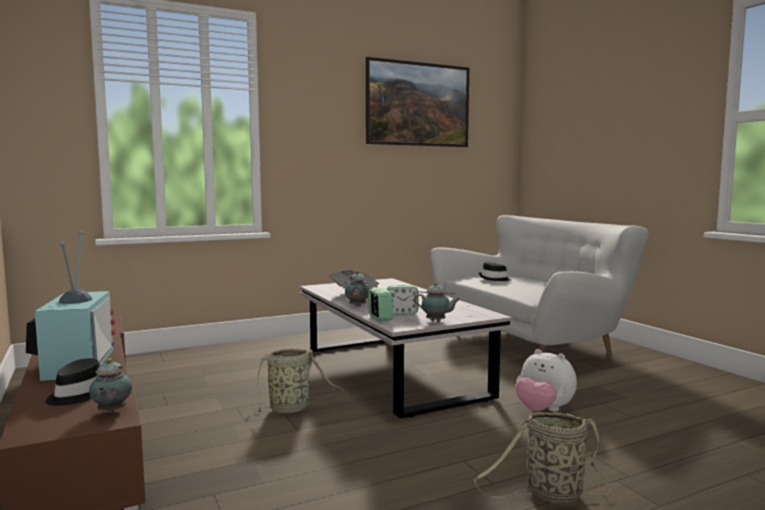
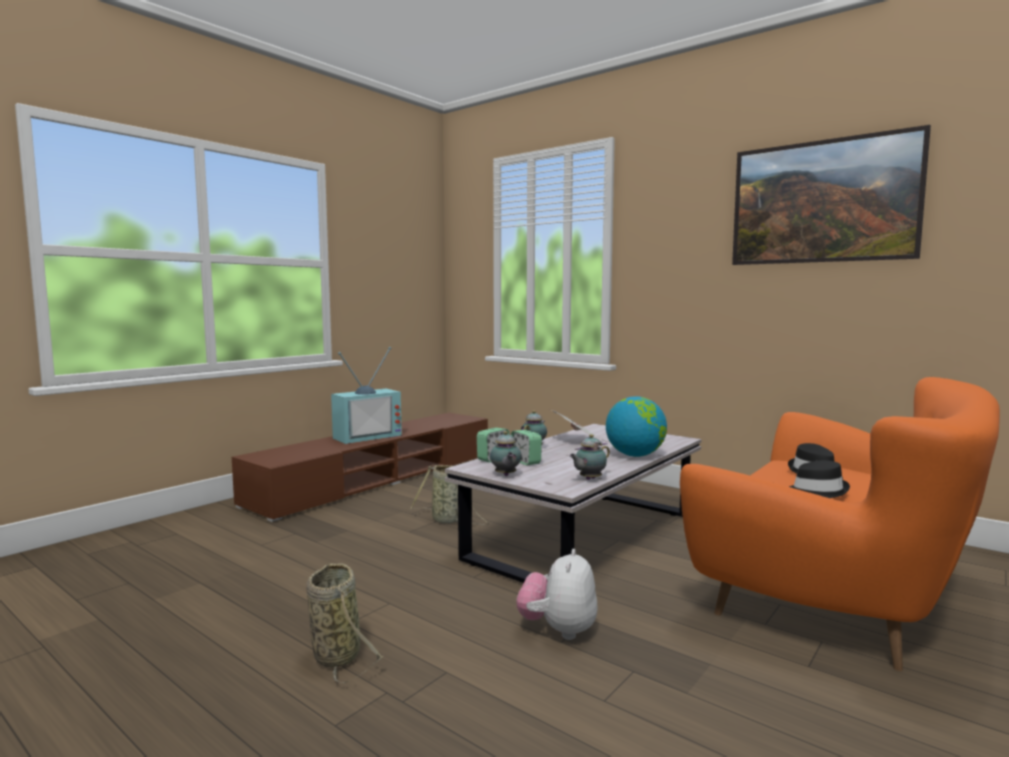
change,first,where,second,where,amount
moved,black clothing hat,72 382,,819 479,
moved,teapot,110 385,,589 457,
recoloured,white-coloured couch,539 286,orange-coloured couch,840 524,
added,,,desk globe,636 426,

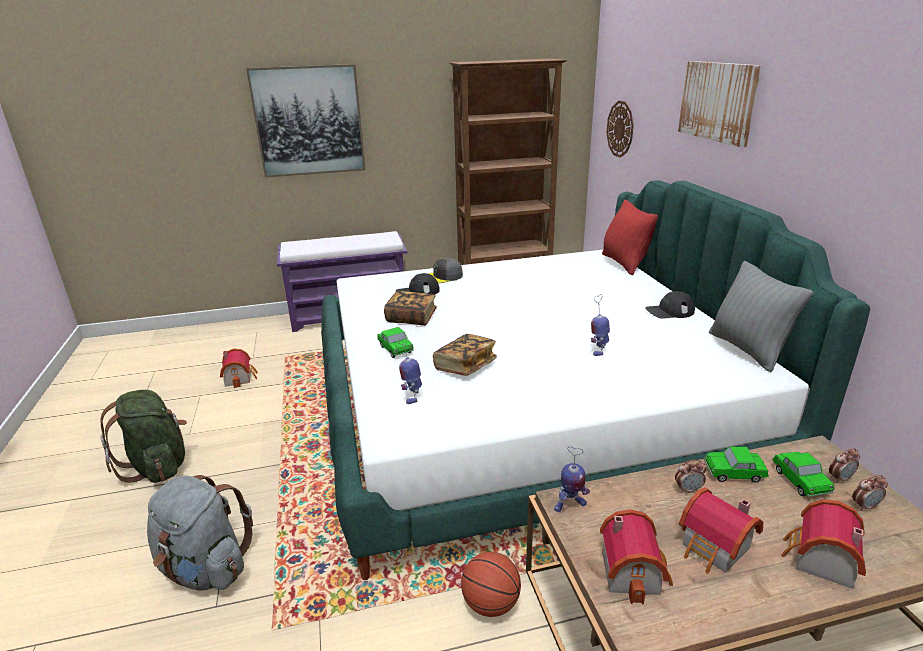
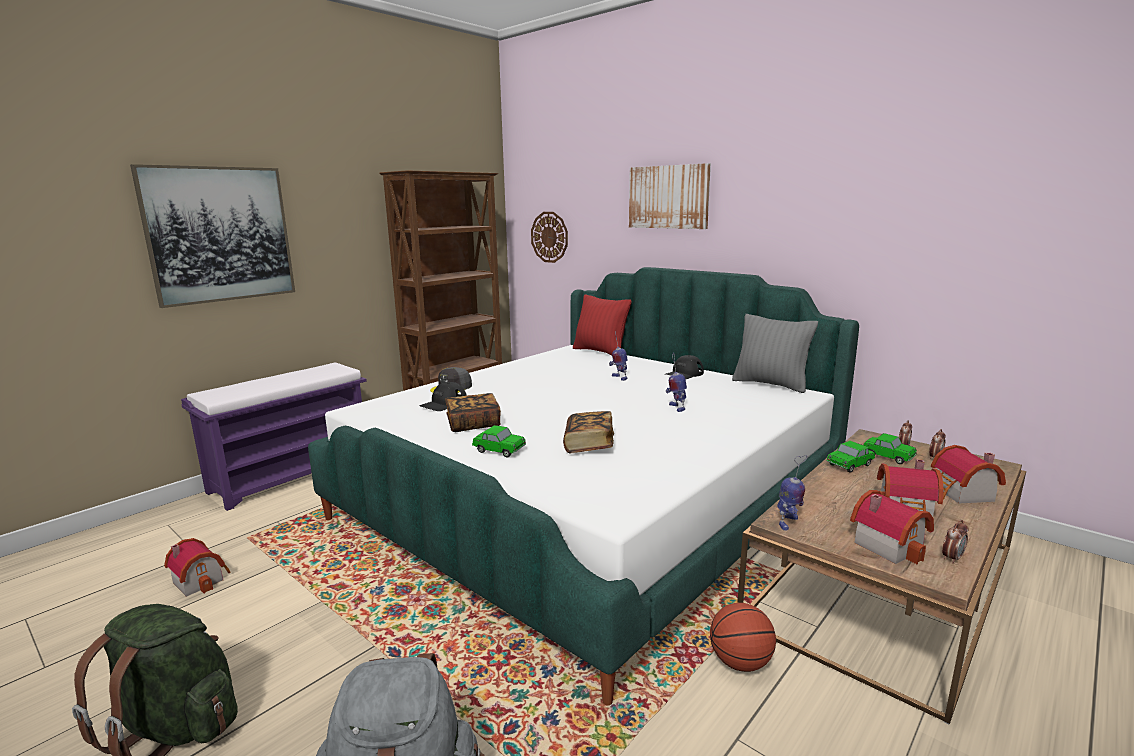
change,first,where,second,where,amount
moved,toy robot,410 369,,618 356,
moved,bedside clock,691 476,,955 542,

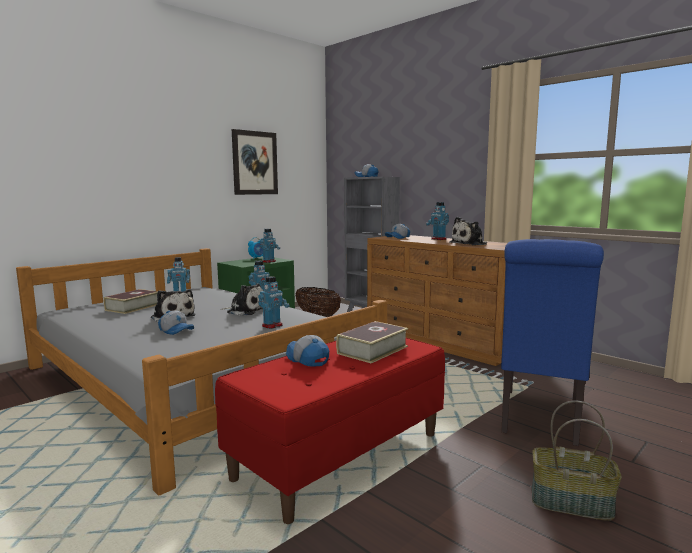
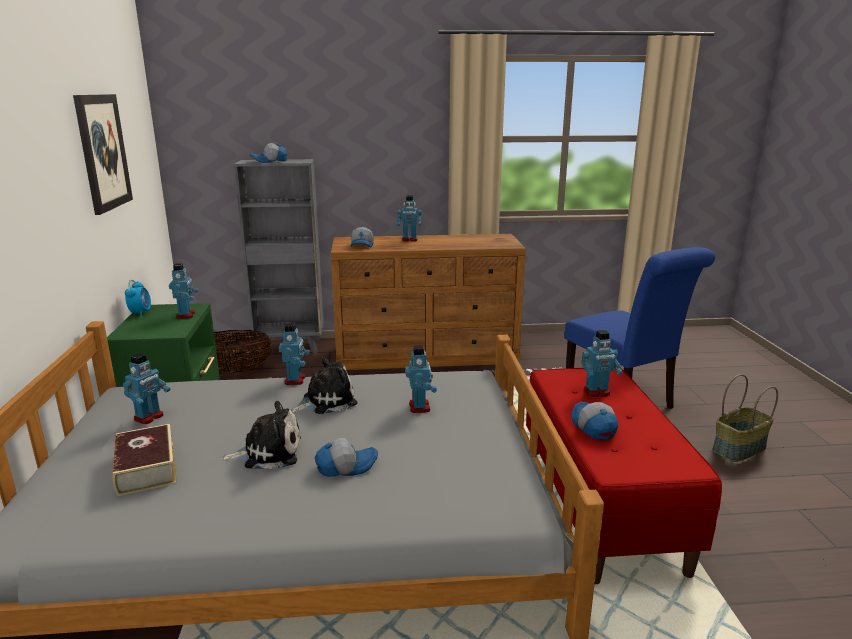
change,first,where,second,where,amount
turned,cap,307 351,,594 421,75 degrees clockwise
replaced,volume,372 342,toy robot,602 363,
removed,soft toy,468 231,,,

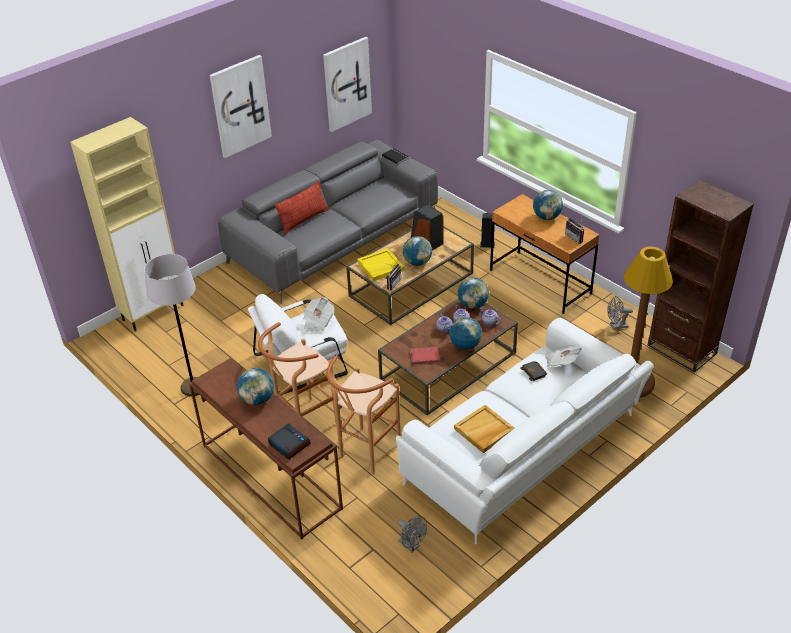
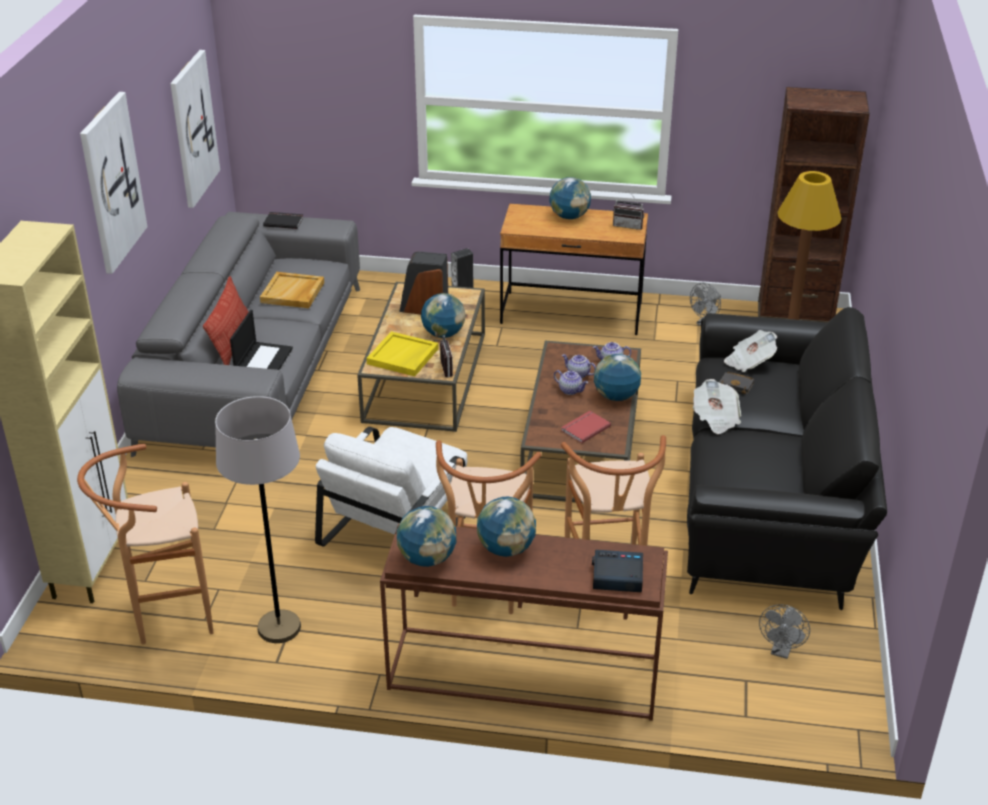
change,first,where,second,where,amount
moved,printed paper,319 314,,717 406,
recoloured,white-coloured couch,524 431,black couch,787 458,
turned,grey electric fan,412 534,,784 631,105 degrees clockwise
moved,beige carrying tray,484 429,,292 290,
moved,desk globe,473 293,,426 536,
added,,,brownish sitting stool,145 544,
added,,,portable computer,261 340,

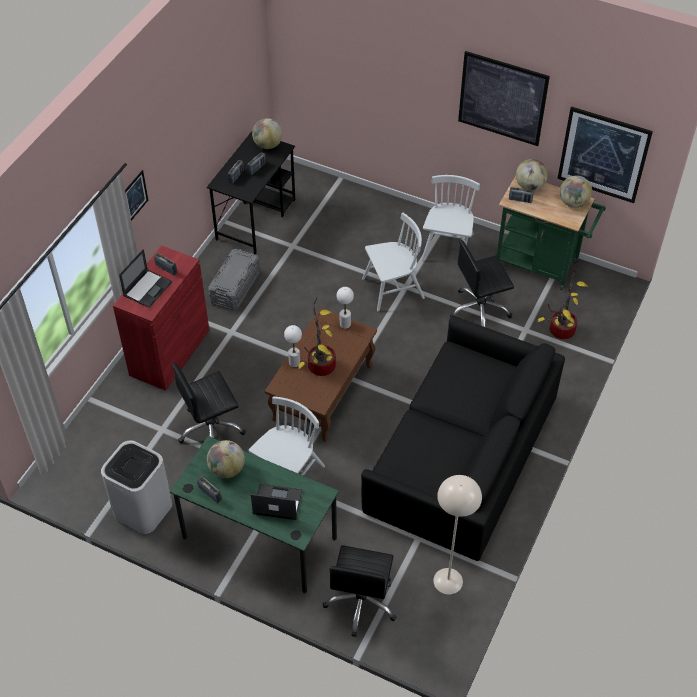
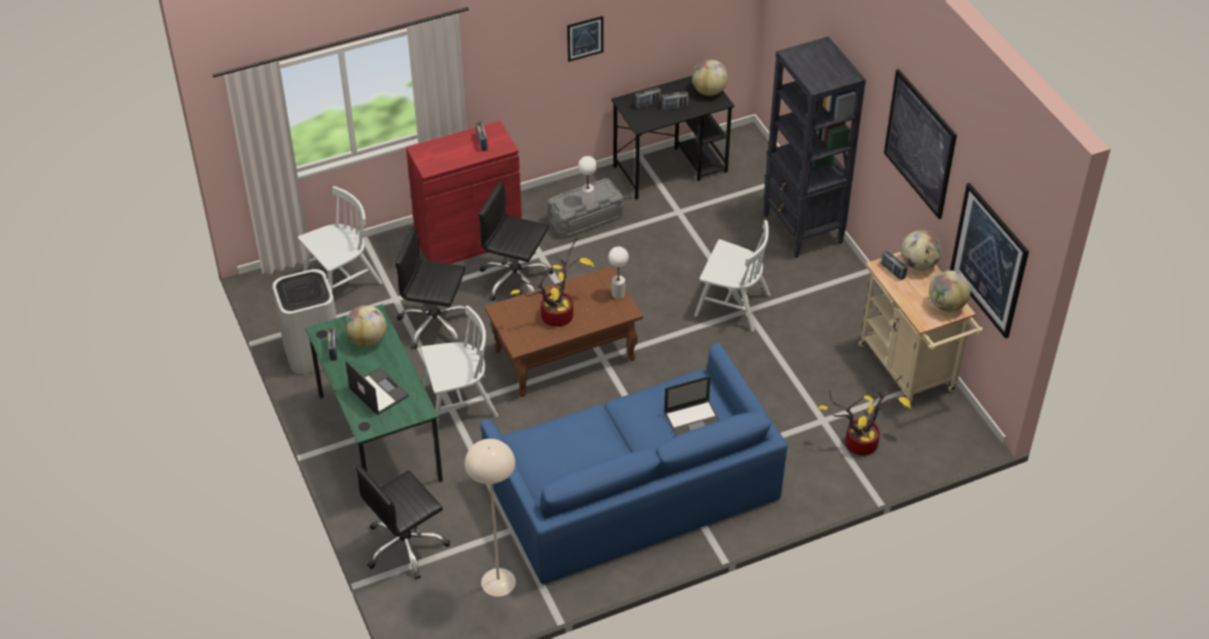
change,first,where,second,where,amount
moved,portable computer,145 278,,692 406,
moved,wall art,136 195,,585 39,
moved,white-coloured tabletop lamp,293 346,,587 181,
recoloured,black couch,463 438,bluish couch,634 463,
moved,white-coloured plain chair,450 218,,340 239,
moved,black computer chair,482 283,,516 240,
recoloured,green cart,551 233,beige cart,920 330,
added,,,black shelving unit,814 147,

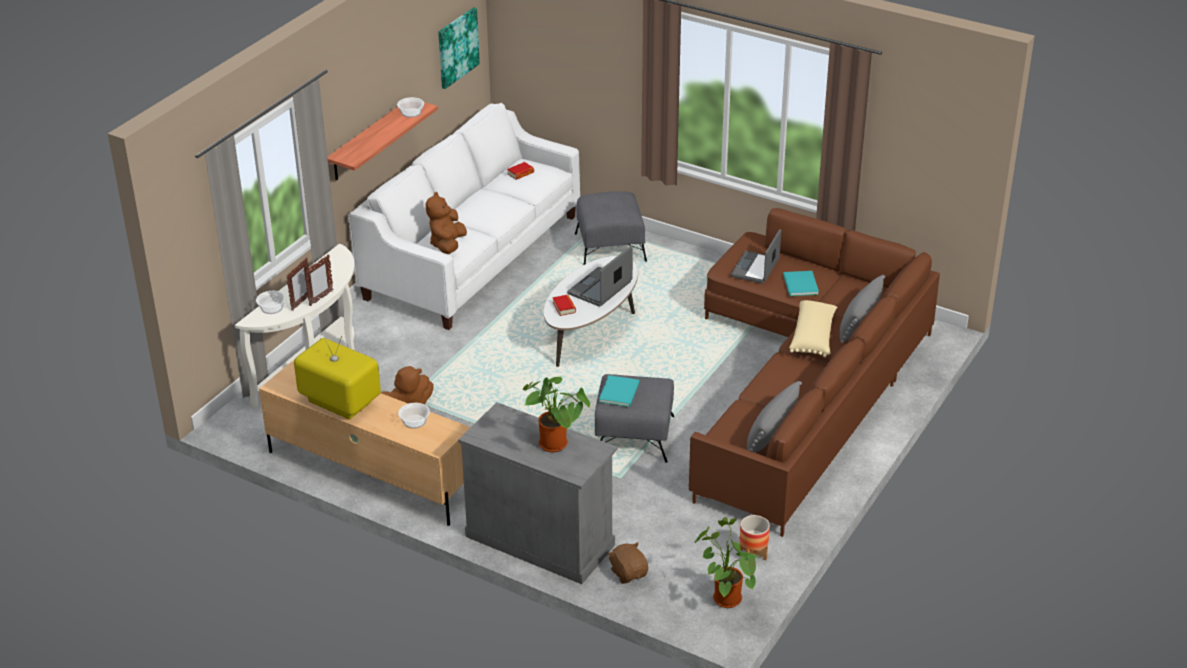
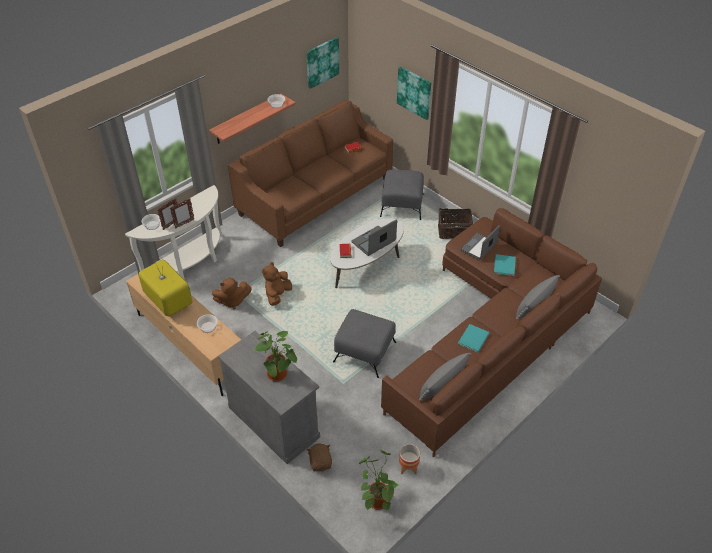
change,first,where,second,where,amount
recoloured,white-coloured couch,464 216,brownish couch,310 173,
moved,brownish soft toy,446 223,,277 284,
moved,turquoise-coloured volume,619 391,,473 338,
removed,beige pillow,813 328,,,
added,,,wall art,414 93,
added,,,household basket,455 222,

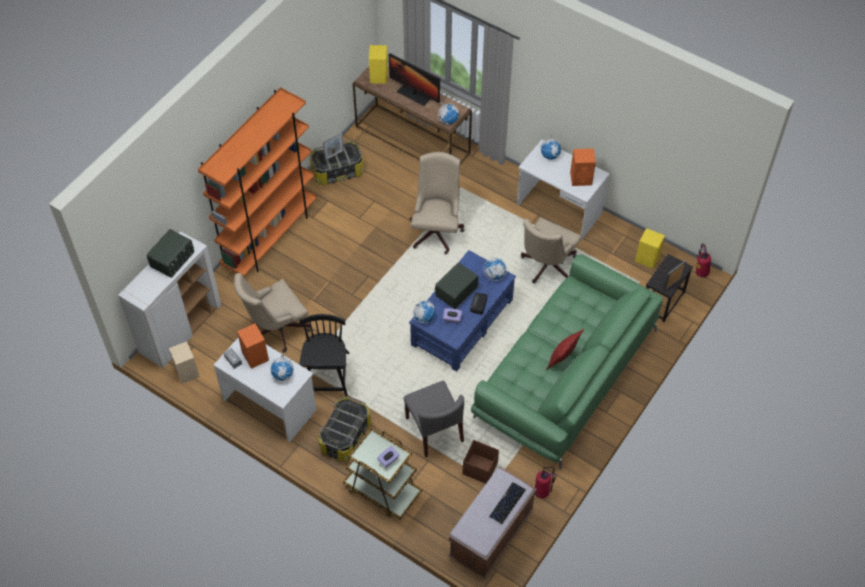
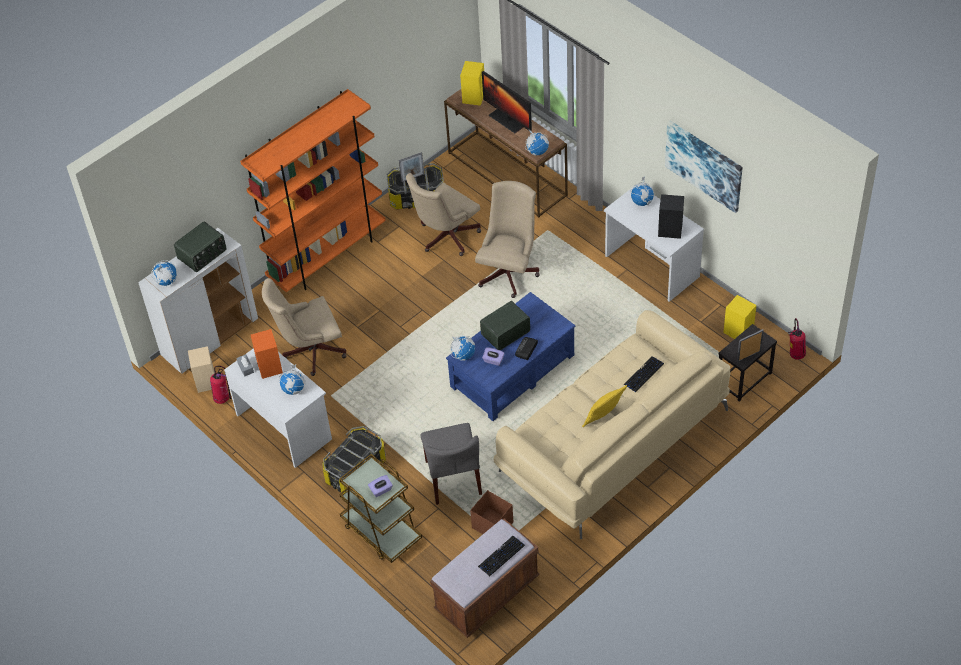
change,first,where,second,where,amount
removed,black plain chair,324 355,,,
recoloured,green couch,567 362,beige couch,612 424,
moved,desk globe,495 269,,164 273,
moved,beige computer chair,551 250,,443 214,
moved,fire extinguisher,546 482,,220 385,
recoloured,reddish pillow,565 349,yellowish pillow,604 406,
recoloured,orange-coloured audio speaker,583 167,black audio speaker,671 216,
added,,,keyboard,643 374,
added,,,wall art,704 166,

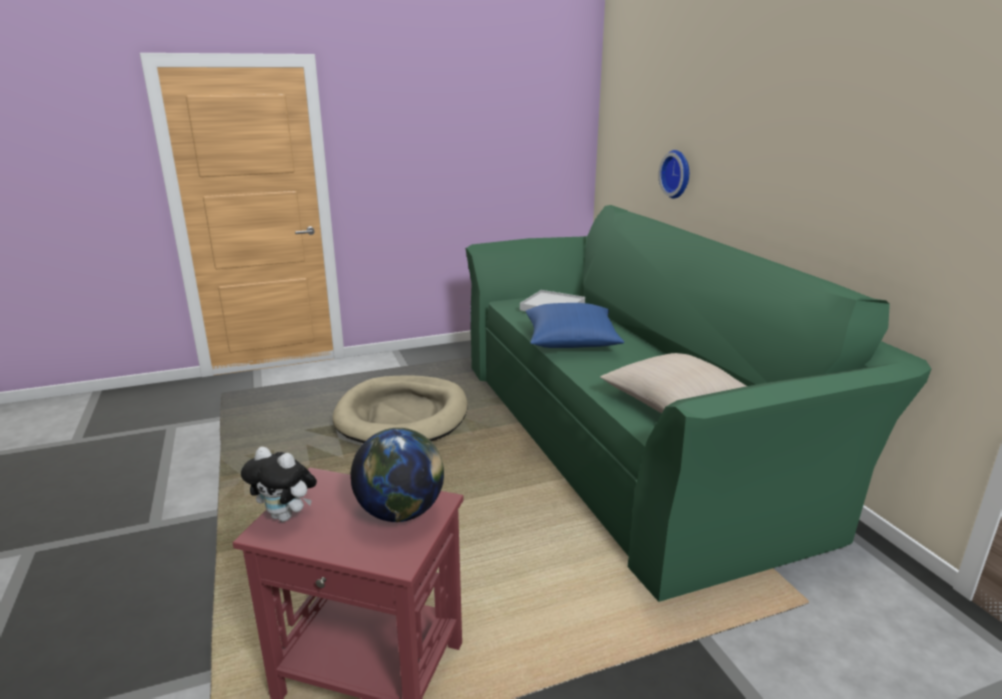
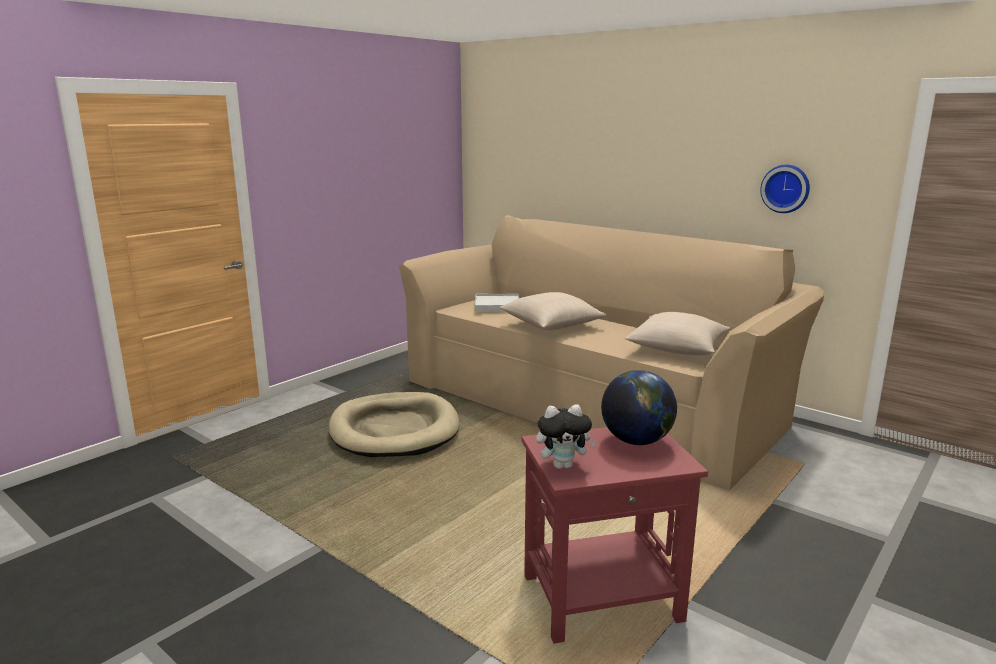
change,first,where,second,where,amount
recoloured,green couch,698 403,beige couch,611 353,
recoloured,bluish pillow,575 325,beige pillow,553 311,
moved,clock on the wall,673 174,,785 189,

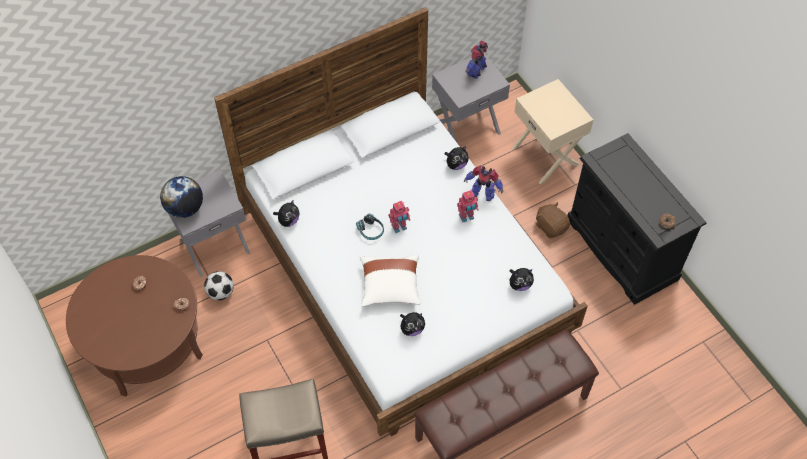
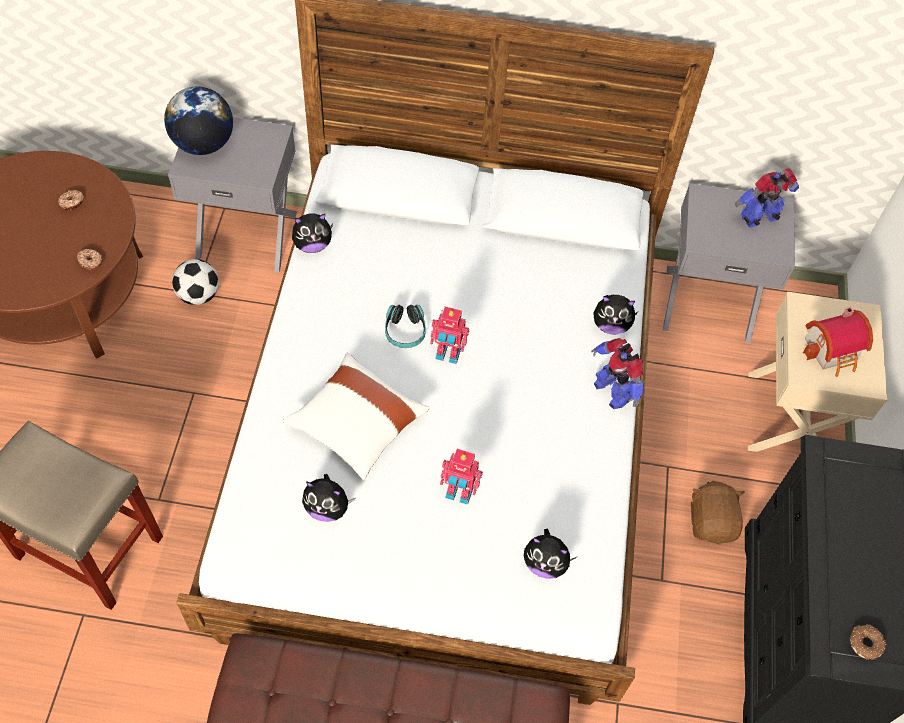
change,first,where,second,where,amount
moved,toy robot,467 206,,461 477,
added,,,toy house,838 342,

